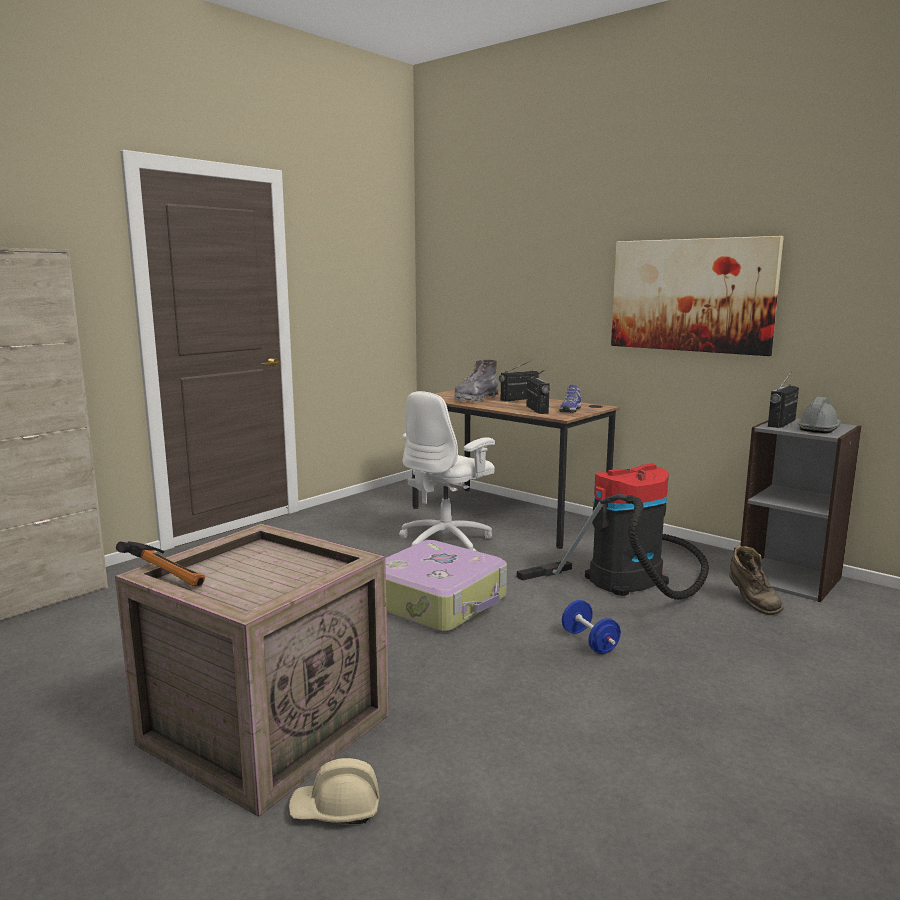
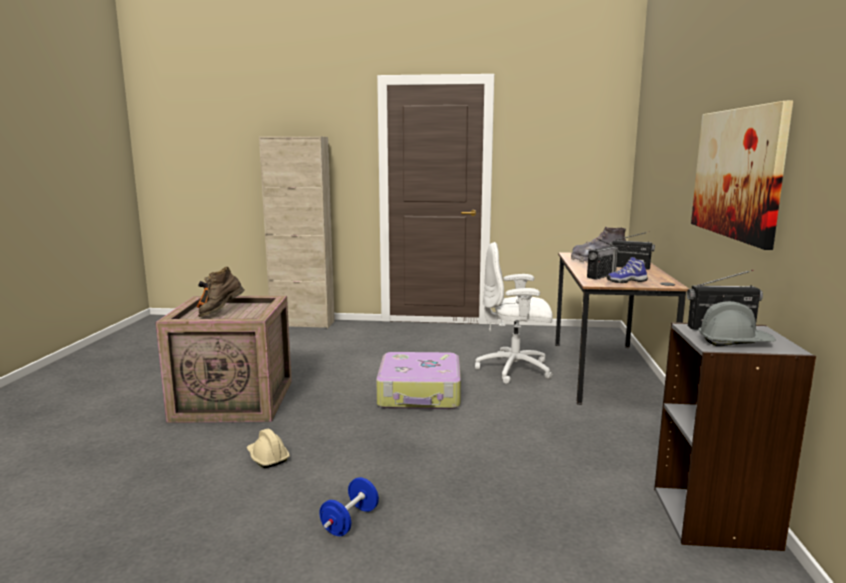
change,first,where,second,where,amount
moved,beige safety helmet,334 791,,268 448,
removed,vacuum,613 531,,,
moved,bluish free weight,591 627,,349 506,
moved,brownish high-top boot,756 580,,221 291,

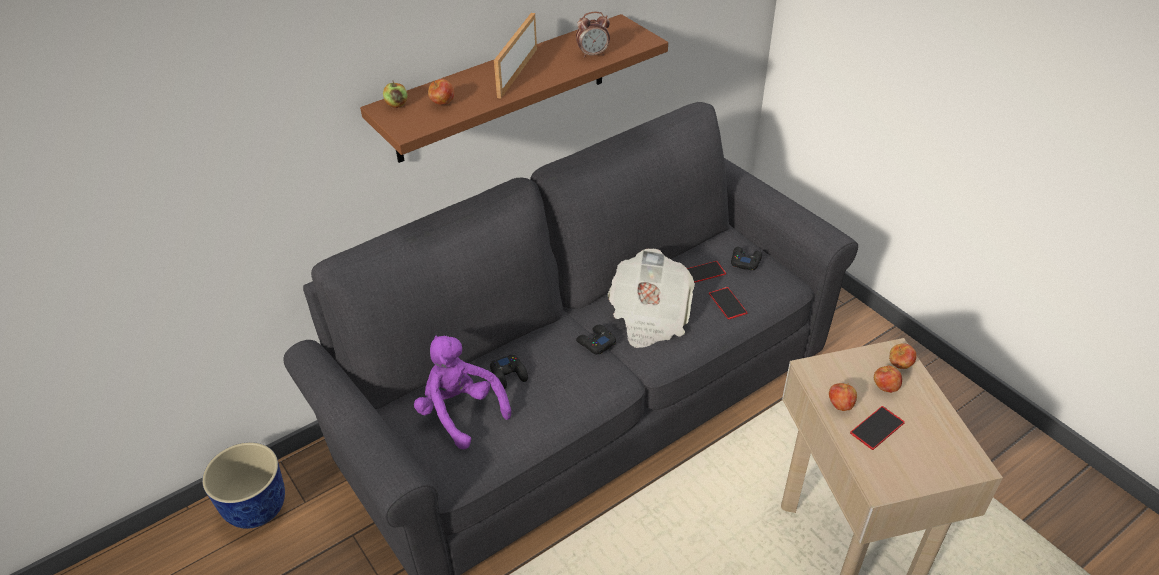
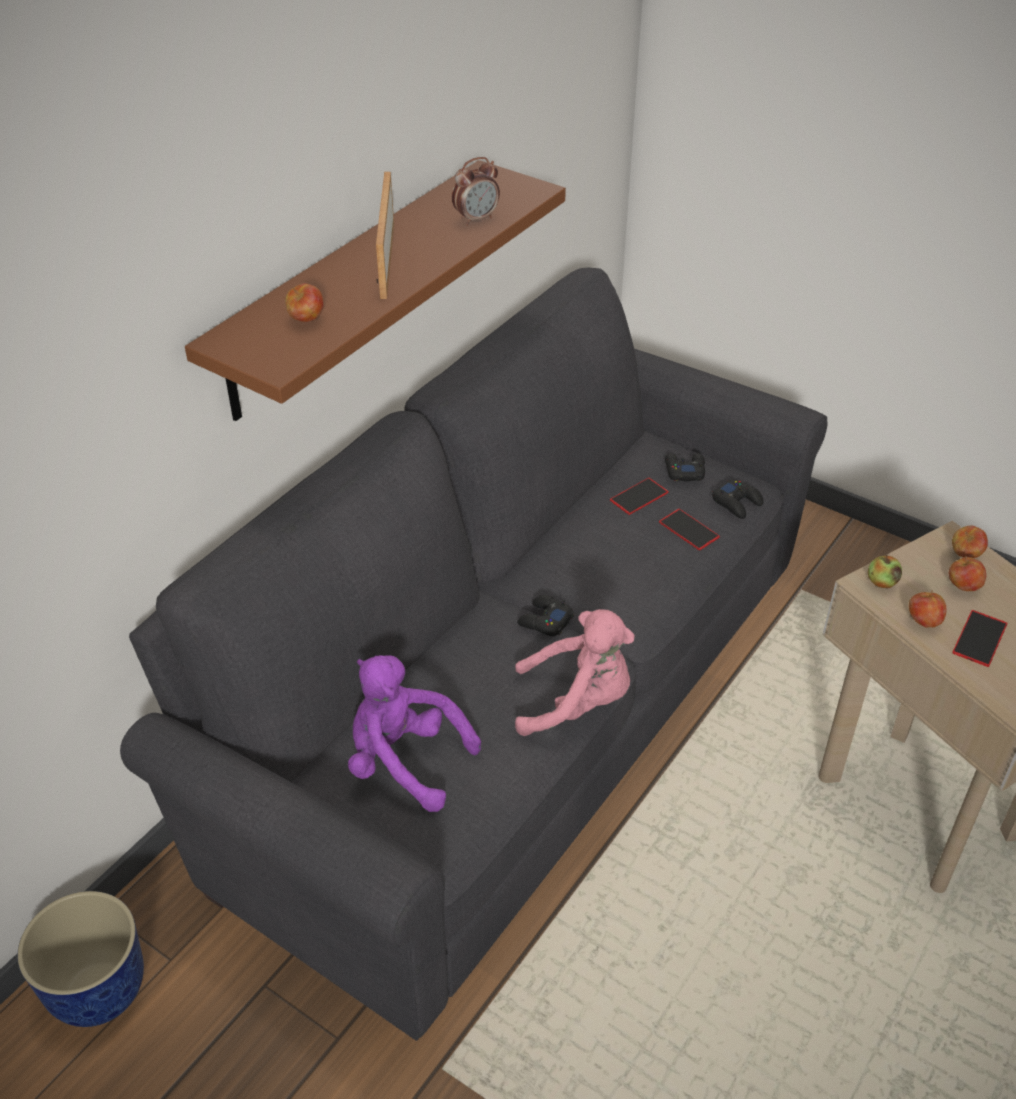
change,first,where,second,where,amount
moved,whole apple,395 94,,885 571,
moved,black joypad,509 371,,738 499,
removed,printed paper,651 298,,,
added,,,pinkish soft toy,575 672,

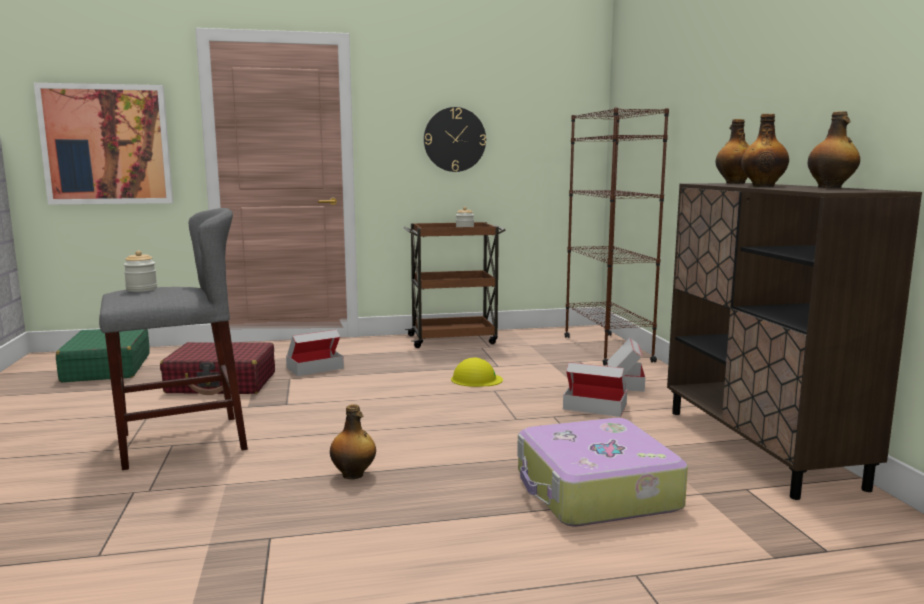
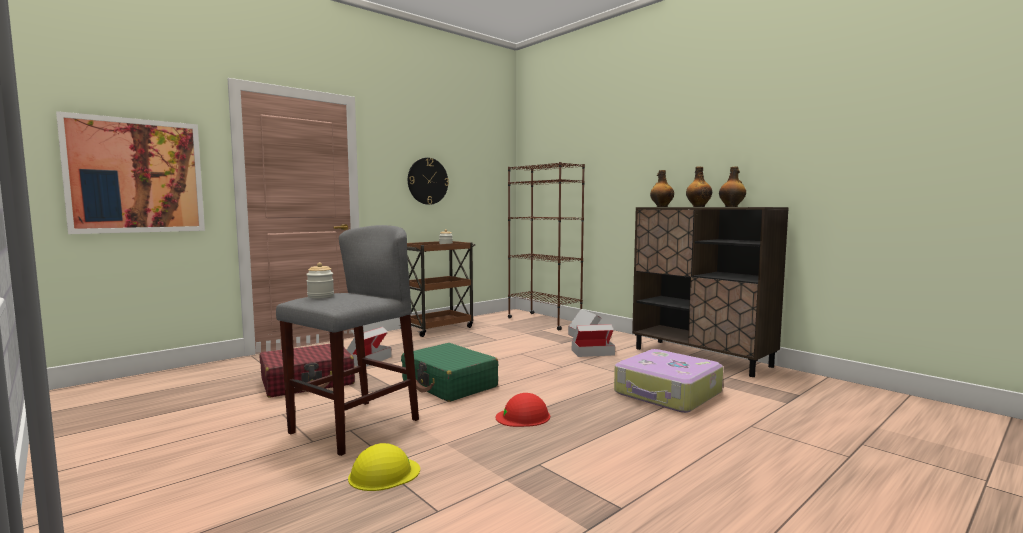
change,first,where,second,where,amount
moved,green piece of luggage,103 355,,450 372,
replaced,bottle,353 441,reddish safety helmet,523 410,
moved,yellowish safety helmet,477 372,,384 467,

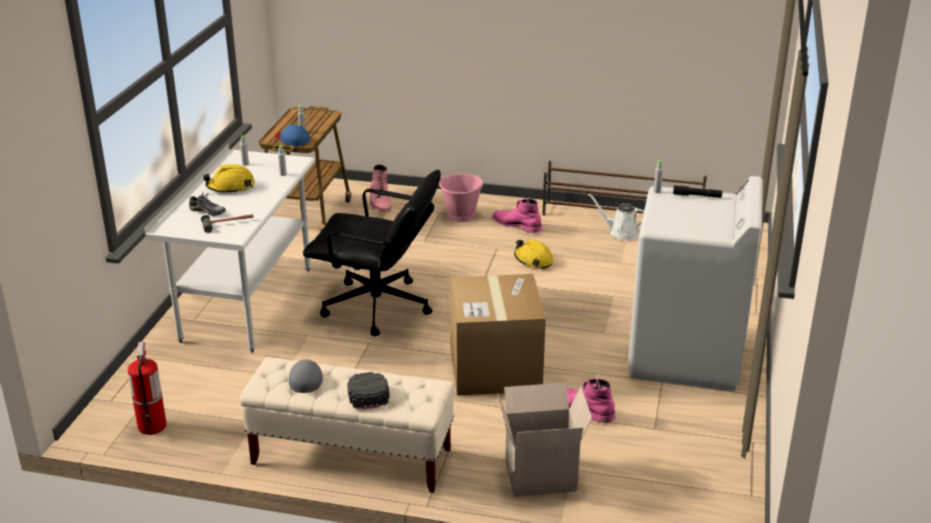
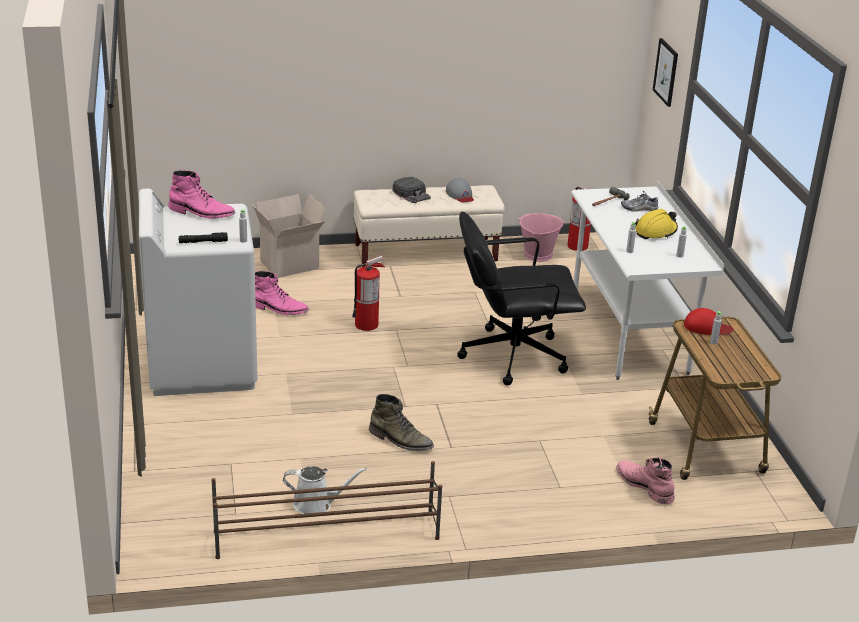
change,first,where,second,where,amount
recoloured,bluish cap,292 135,reddish cap,708 321,
moved,pinkish bucket,461 198,,541 237,
replaced,carton,498 335,fire extinguisher,368 293,
moved,pinkish high-top boot,517 216,,201 194,
replaced,yellowish safety helmet,534 254,green high-top boot,401 422,
added,,,wall art,665 72,

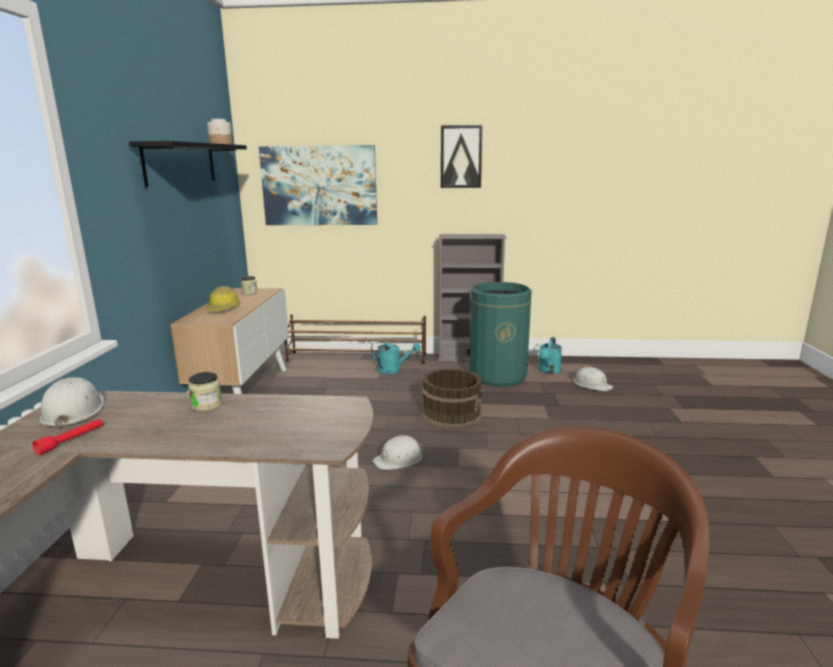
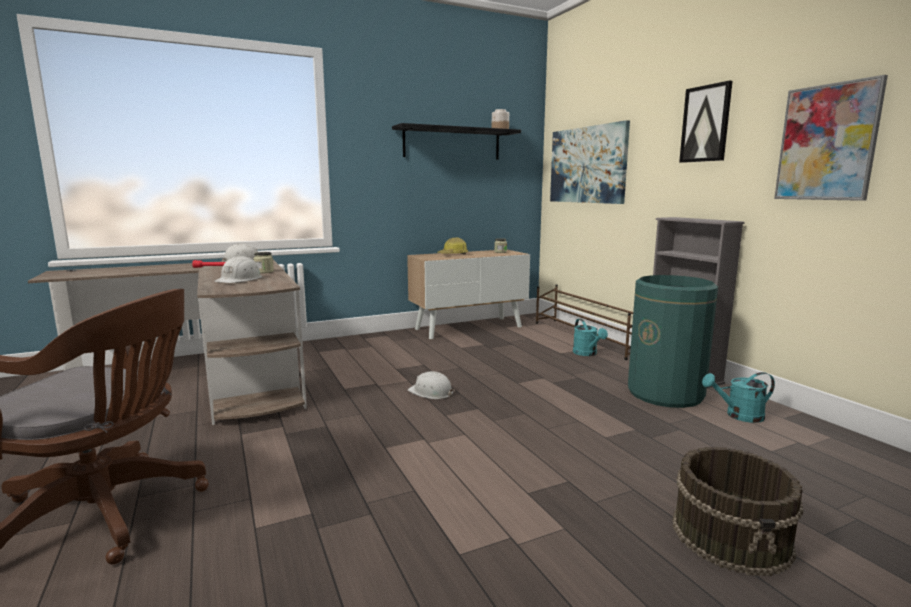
change,first,where,second,where,amount
moved,brownish bucket,452 398,,738 511,
moved,white-coloured safety helmet,593 379,,238 269,
added,,,wall art,831 138,

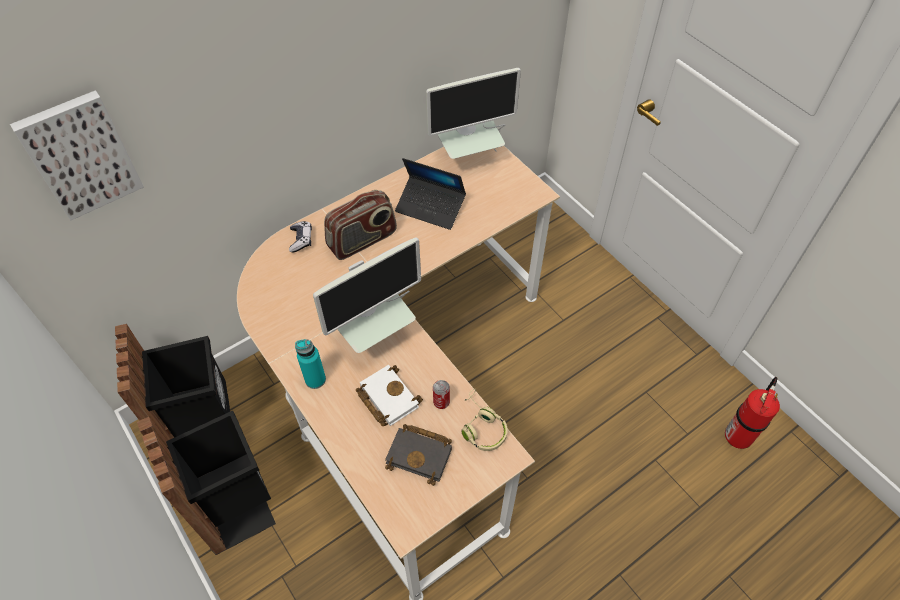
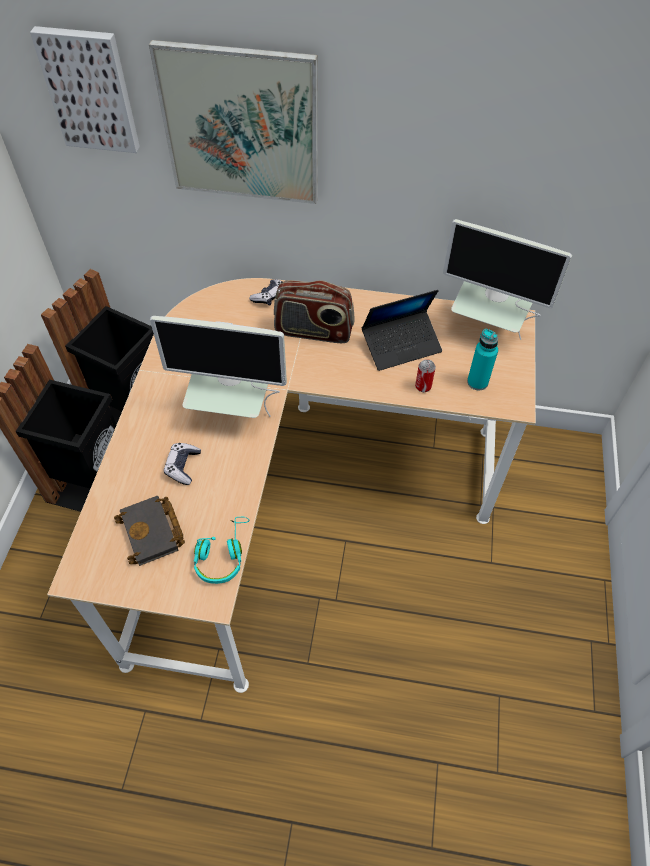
change,first,where,second,where,amount
moved,turquoise-coloured bottle,310 364,,482 359,
replaced,white-coloured volume,389 395,joypad,182 464,
turned,portable computer,430 194,,402 330,90 degrees counterclockwise
moved,metal can,441 394,,425 375,
recoloured,beige headset,484 420,turquoise-coloured headset,222 550,
removed,fire extinguisher,752 413,,,
added,,,wall art,233 122,

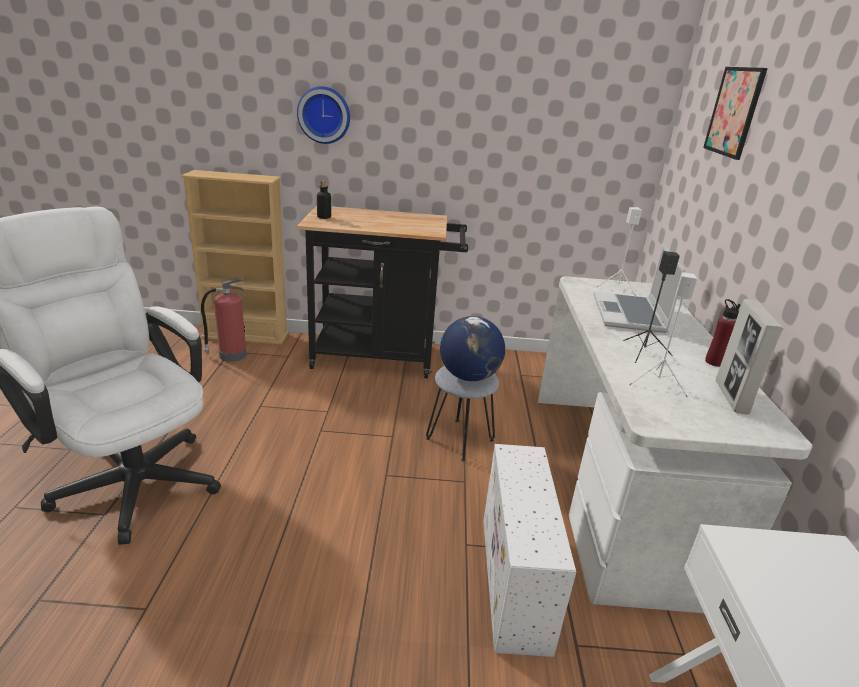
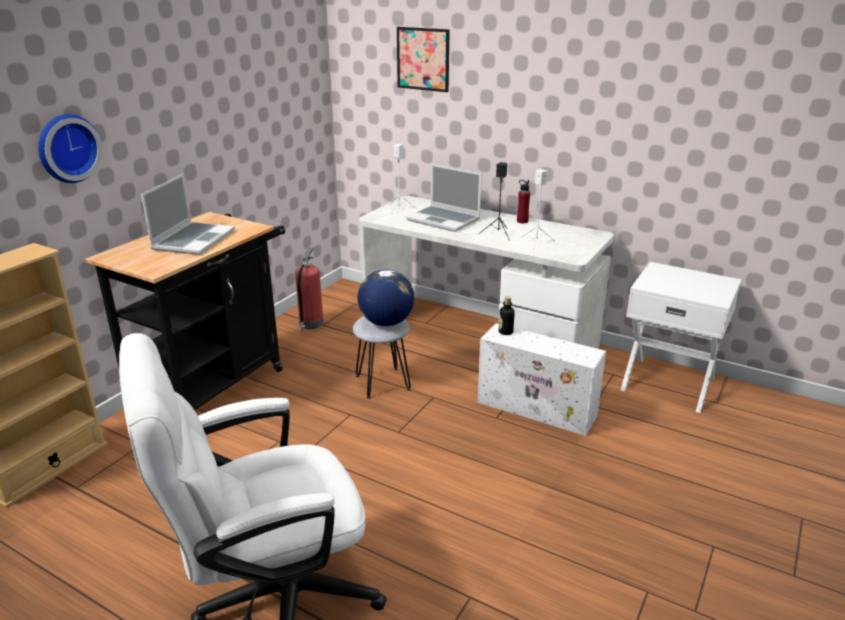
change,first,where,second,where,amount
moved,fire extinguisher,224 320,,309 289,
moved,bottle,324 199,,507 315,
removed,picture frame,749 357,,,
added,,,portable computer,188 214,

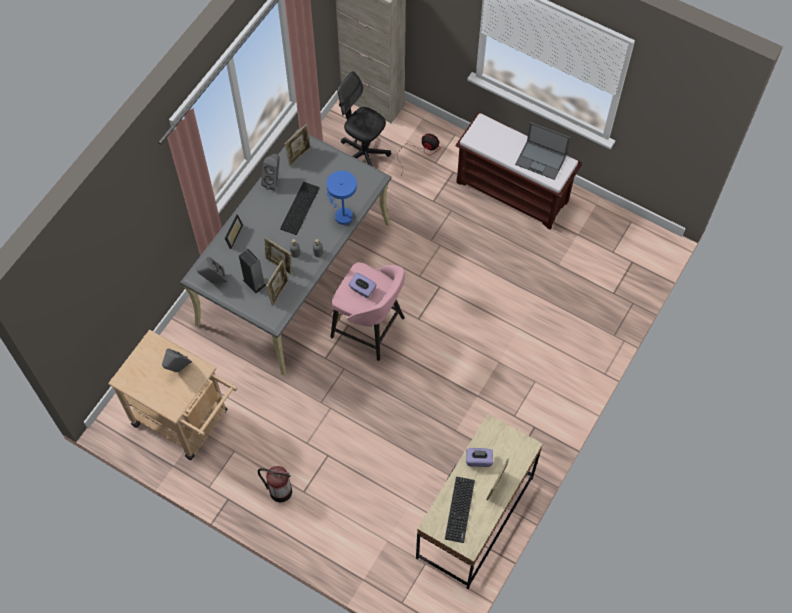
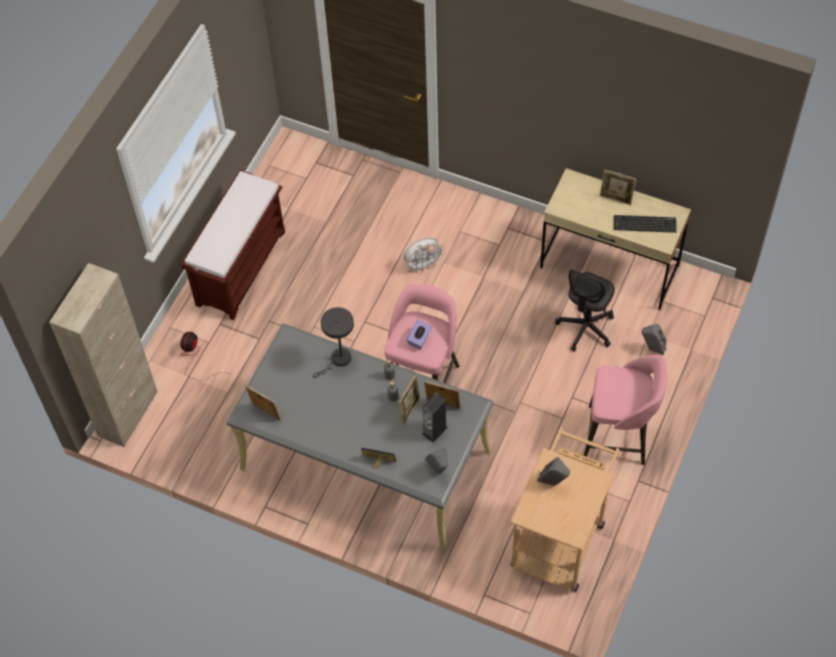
change,first,where,second,where,amount
replaced,fire extinguisher,275 484,pinkish sitting stool,625 410,
moved,grey audio speaker,270 172,,654 339,
removed,keyboard,299 208,,,
recoloured,bluish tabletop lamp,341 197,grey tabletop lamp,333 342,
moved,black computer chair,364 119,,585 310,
removed,purple tissue holder,479 457,,,
removed,portable computer,542 151,,,
added,,,white-coloured electric fan,424 255,

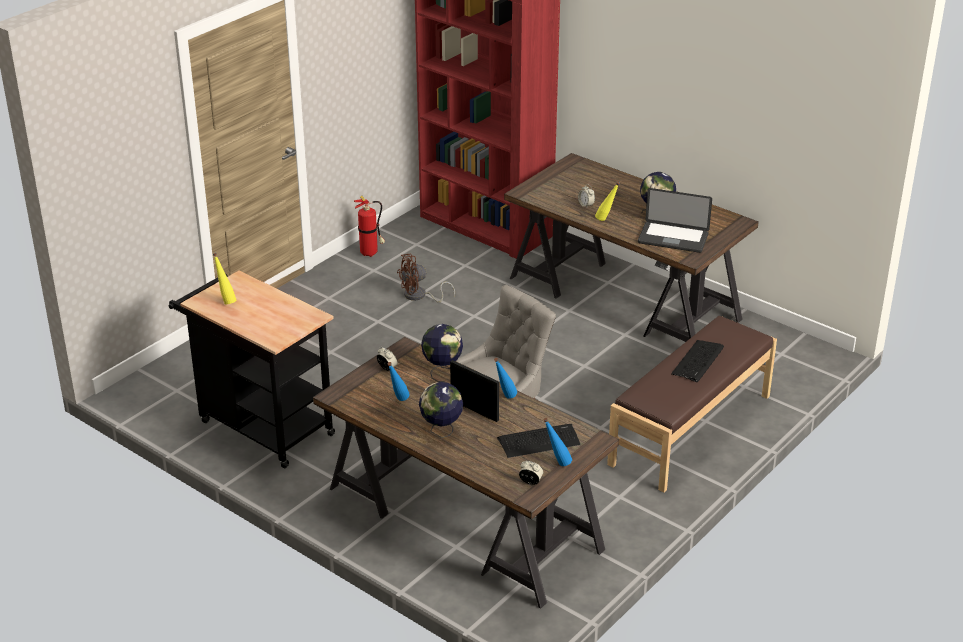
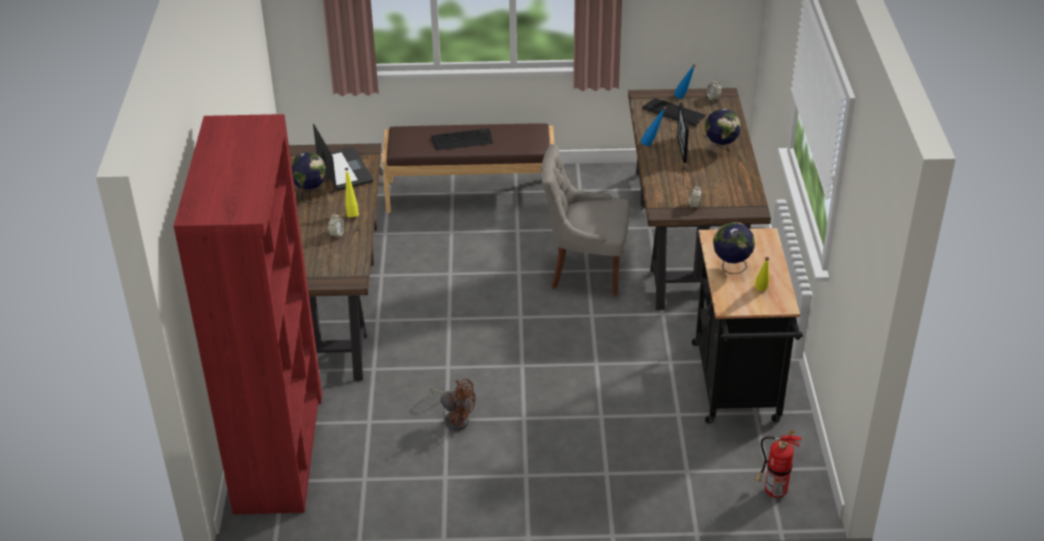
change,first,where,second,where,amount
moved,fire extinguisher,369 226,,778 464,
removed,bluish bottle,398 381,,,
moved,desk globe,442 353,,734 248,

